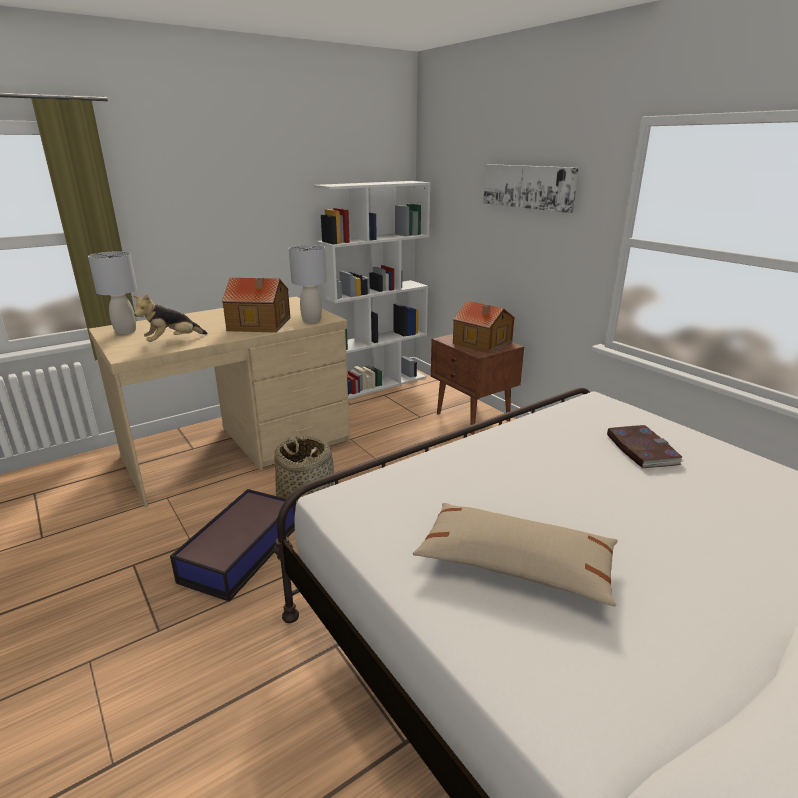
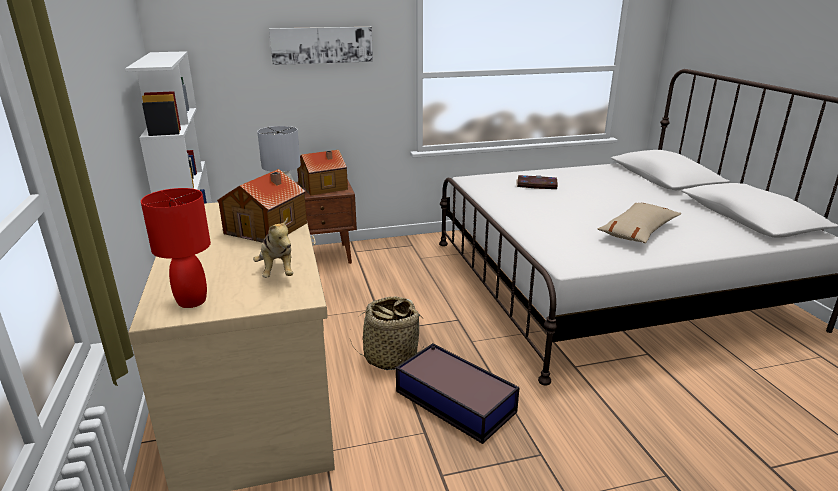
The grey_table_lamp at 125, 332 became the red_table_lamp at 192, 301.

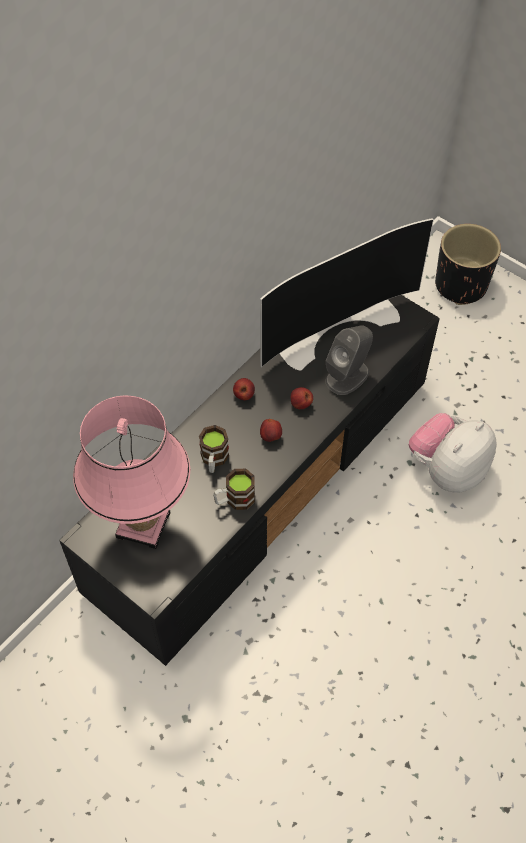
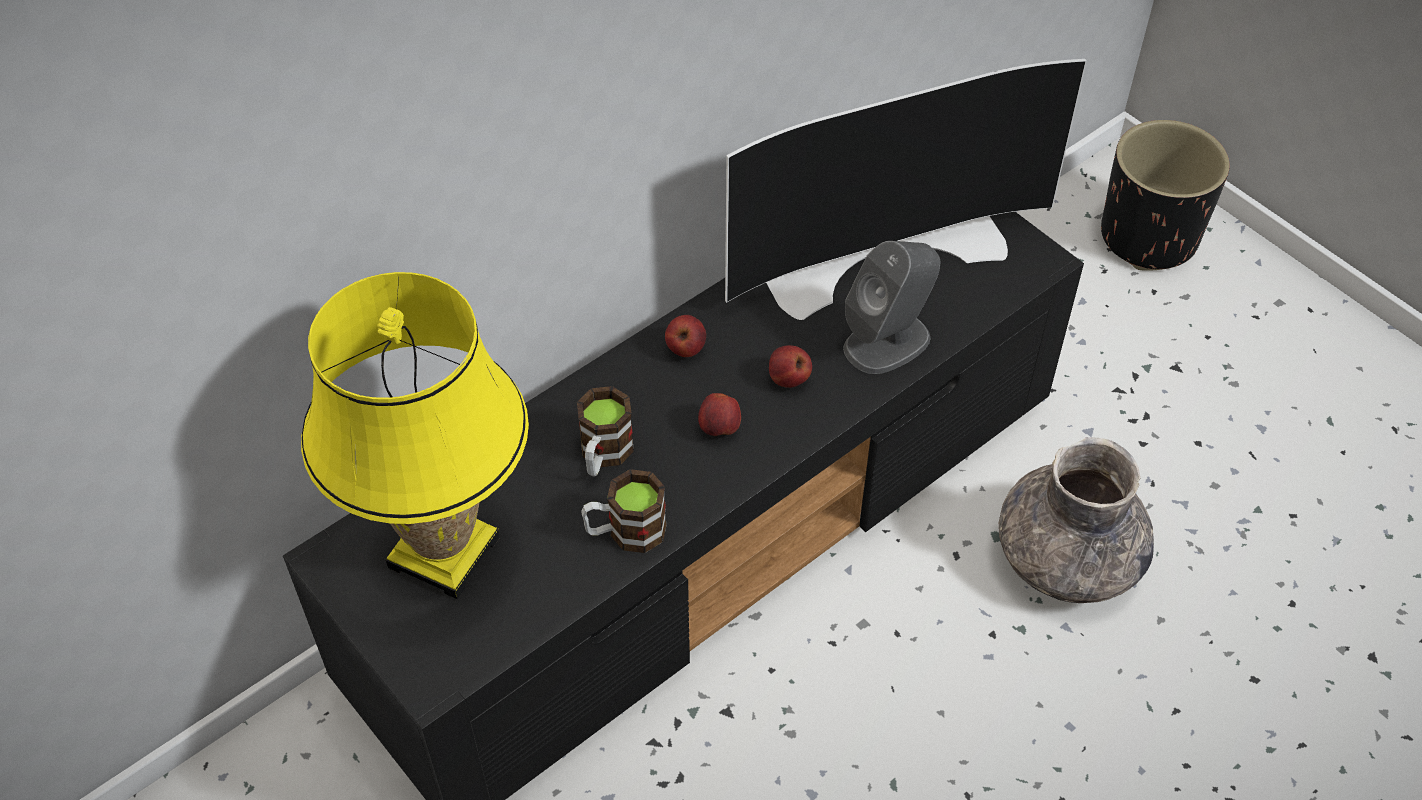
The pink_table_lamp at 143, 524 became the yellow_table_lamp at 444, 551.
The plush_toy at 447, 469 was replaced by the grey_vase at 1066, 559.

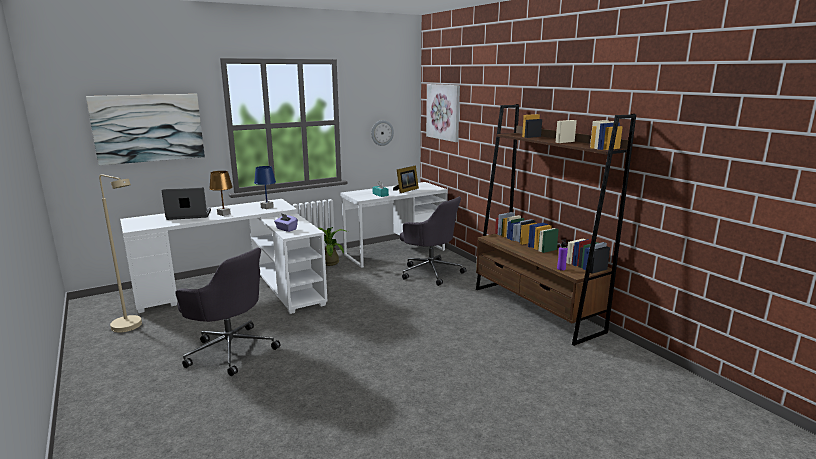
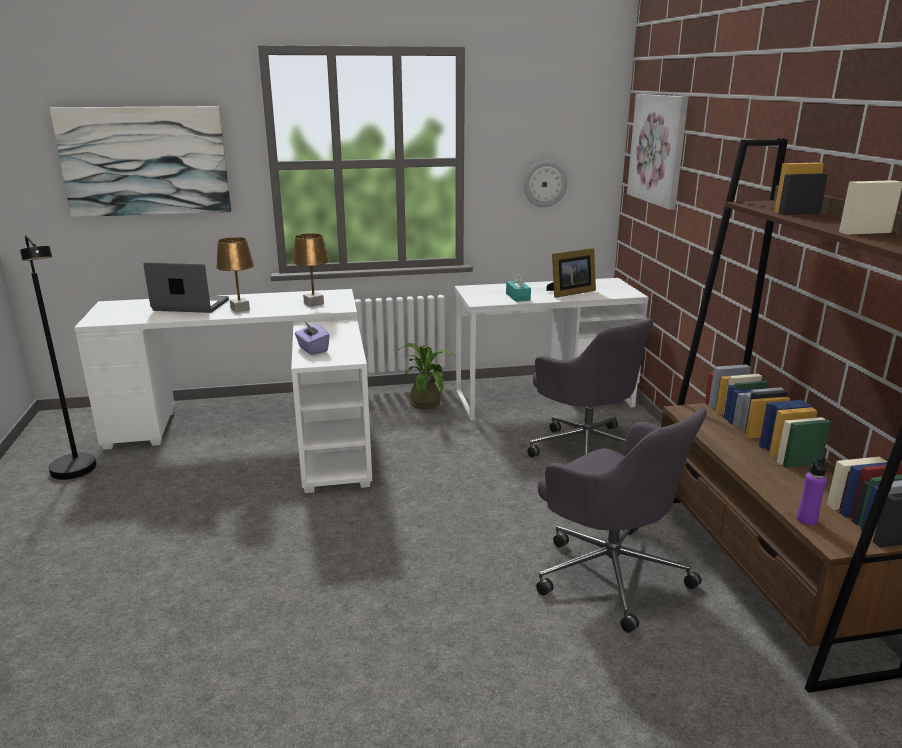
The blue_table_lamp at 267, 207 became the brown_table_lamp at 313, 304.
The beige_floor_lamp at 132, 327 became the black_floor_lamp at 77, 473.
The grey_office_chair moved from 230, 350 to 609, 572.

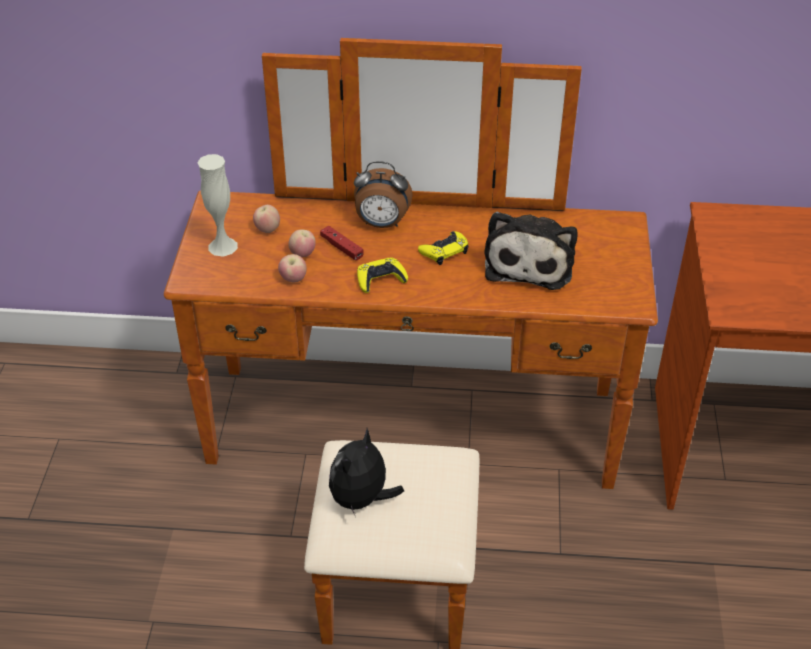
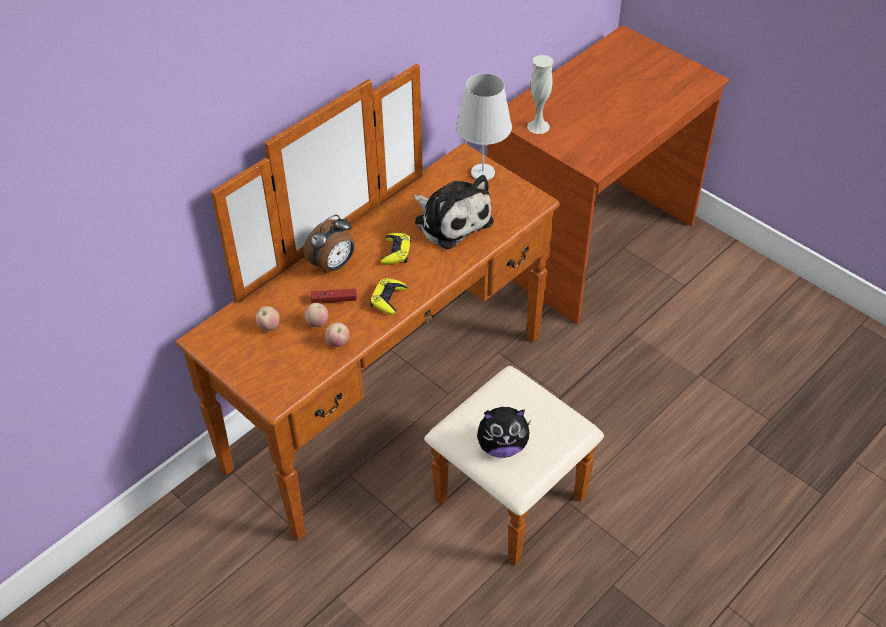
The white_vase moved from 223, 246 to 538, 126.
The plush_toy at 362, 499 turned 75 degrees counterclockwise.
The white_table_lamp at 482, 173 appeared.

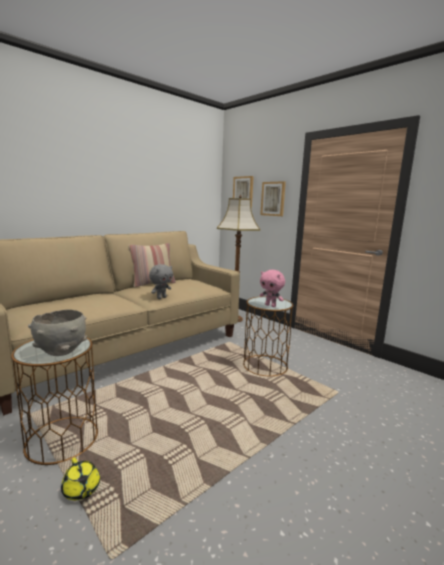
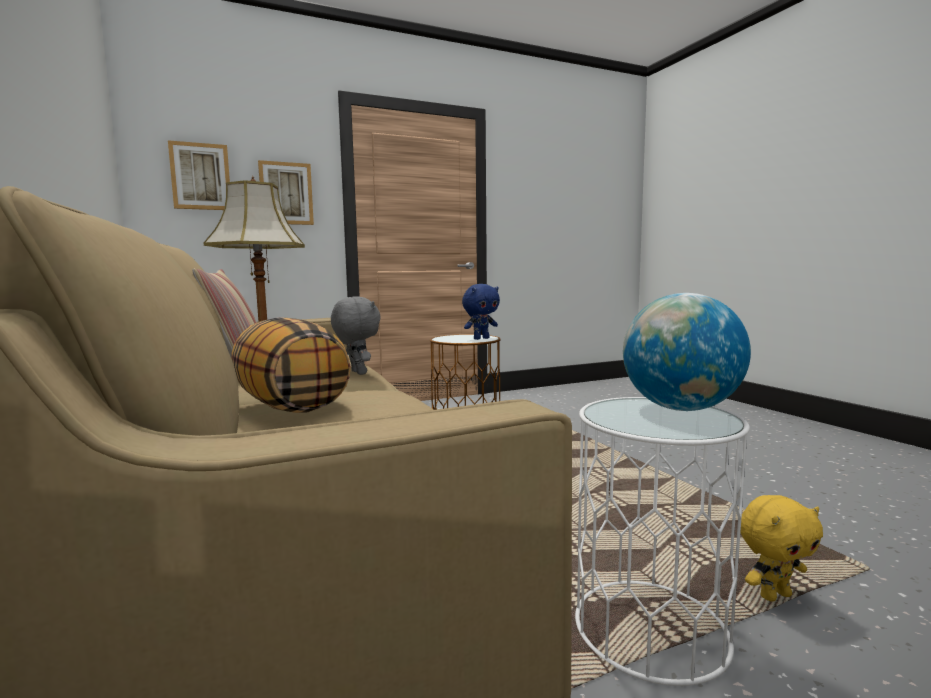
The pink_plush_toy at 271, 306 became the blue_plush_toy at 481, 338.
The grey_bowl at 61, 351 was replaced by the globe at 680, 409.
The brown_side_table at 62, 439 became the white_side_table at 650, 628.
The yellow_teapot at 81, 490 was replaced by the yellow_plush_toy at 774, 596.
The pillow at 290, 406 appeared.

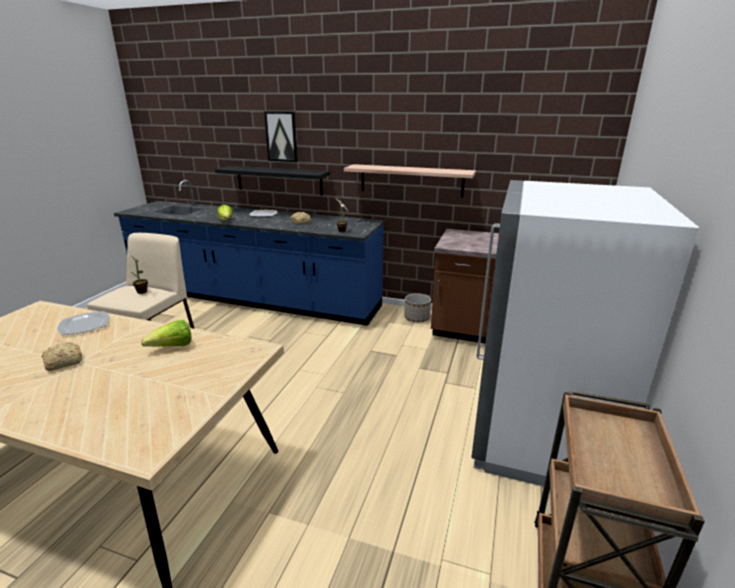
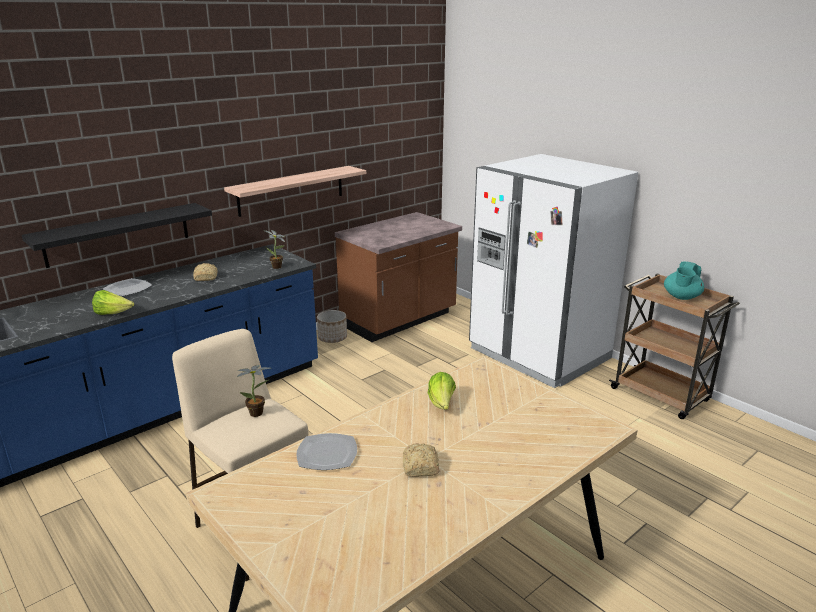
The picture at 281, 136 disappeared.
The turquoise_teapot at 681, 297 appeared.

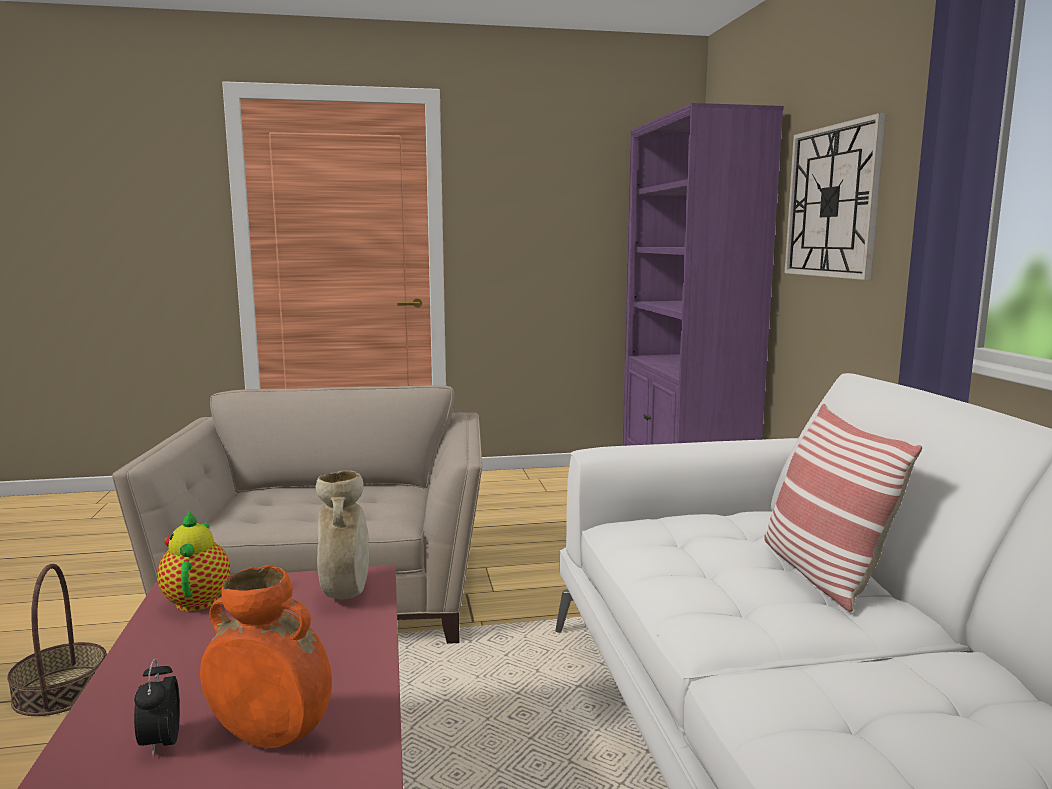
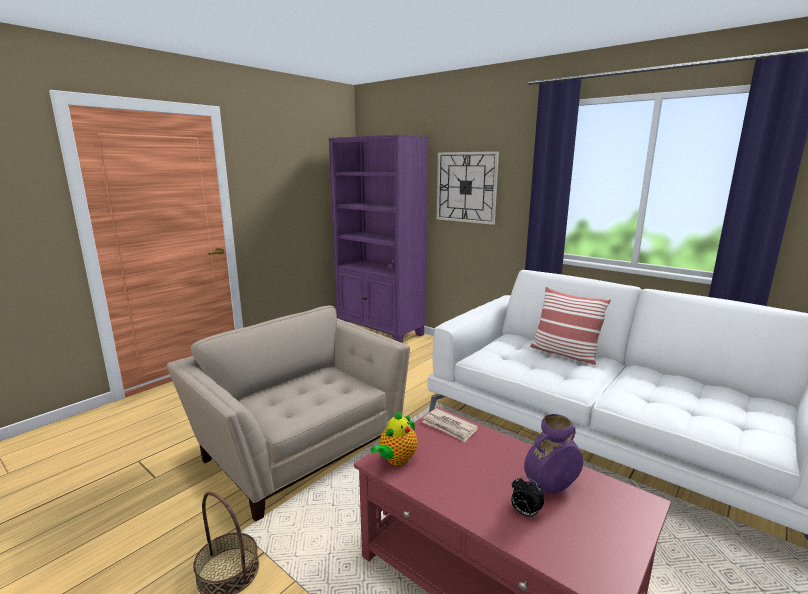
The beige_vase at 346, 594 was replaced by the newspaper at 449, 427.
The teapot at 198, 599 turned 90 degrees counterclockwise.
The orange_vase at 272, 737 became the purple_vase at 550, 488.

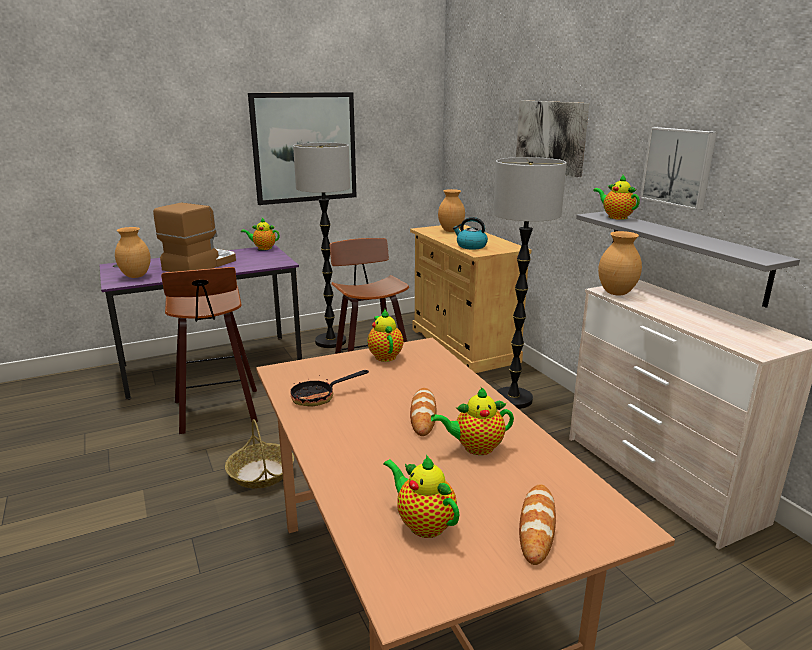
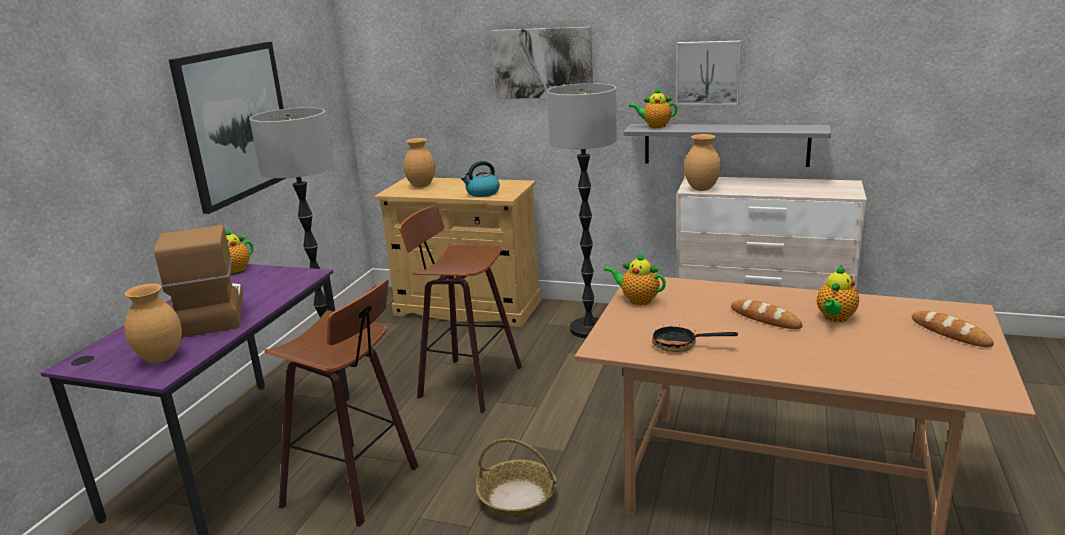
The frying_pan at 319, 397 turned 90 degrees clockwise.
The teapot at 423, 523 disappeared.

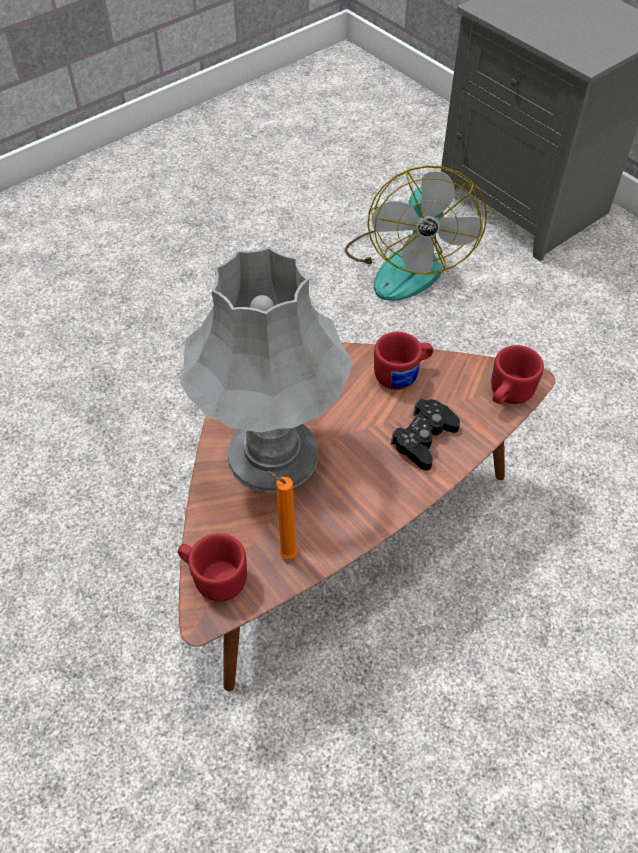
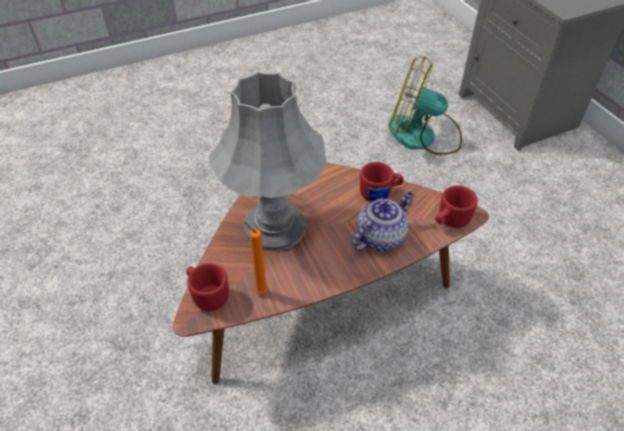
The fan at 406, 263 turned 90 degrees clockwise.
The black_game_controller at 424, 439 was replaced by the teapot at 380, 237.

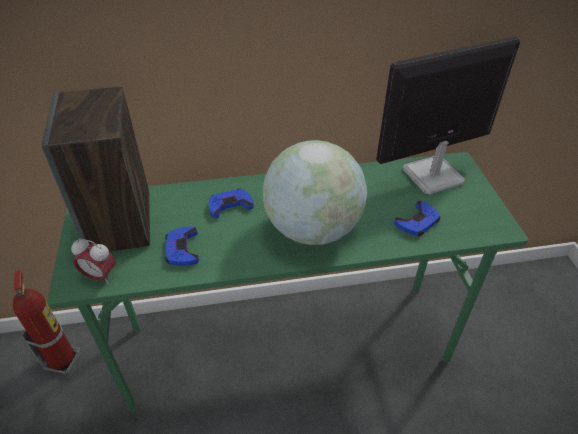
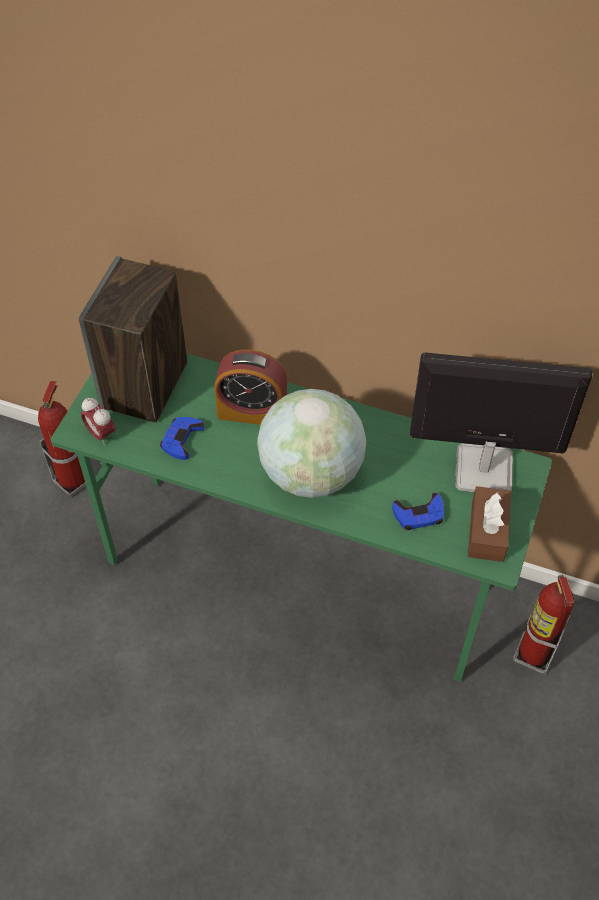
The blue_game_controller at 230, 205 was replaced by the alarm_clock at 252, 412.
The brown_tissue_box at 487, 531 appeared.
The fire_extinguisher at 533, 655 appeared.

